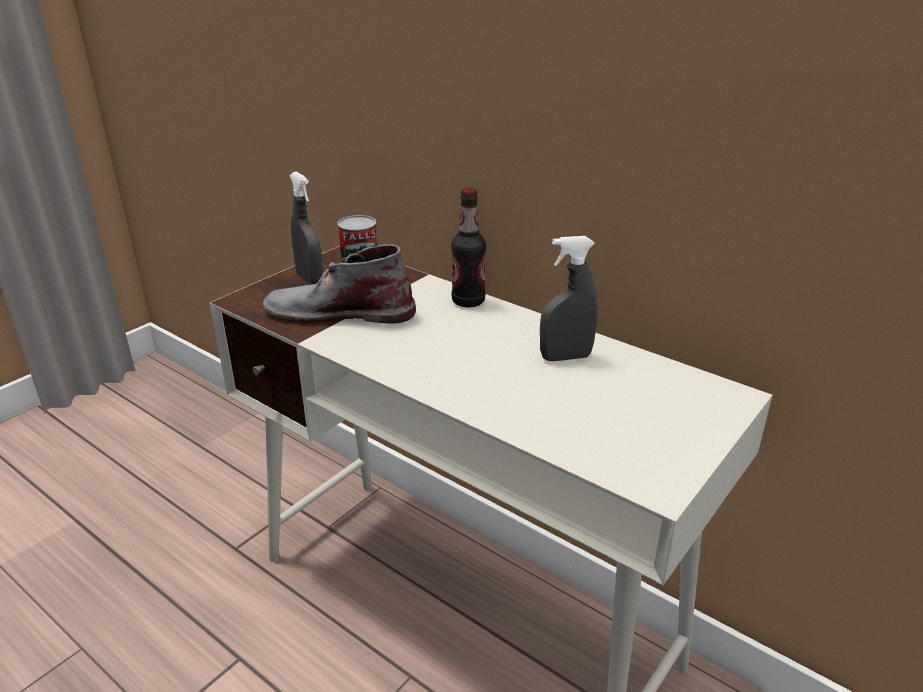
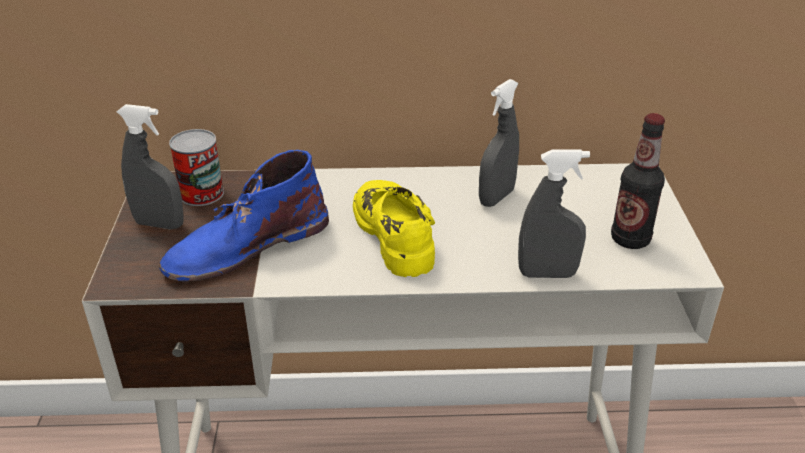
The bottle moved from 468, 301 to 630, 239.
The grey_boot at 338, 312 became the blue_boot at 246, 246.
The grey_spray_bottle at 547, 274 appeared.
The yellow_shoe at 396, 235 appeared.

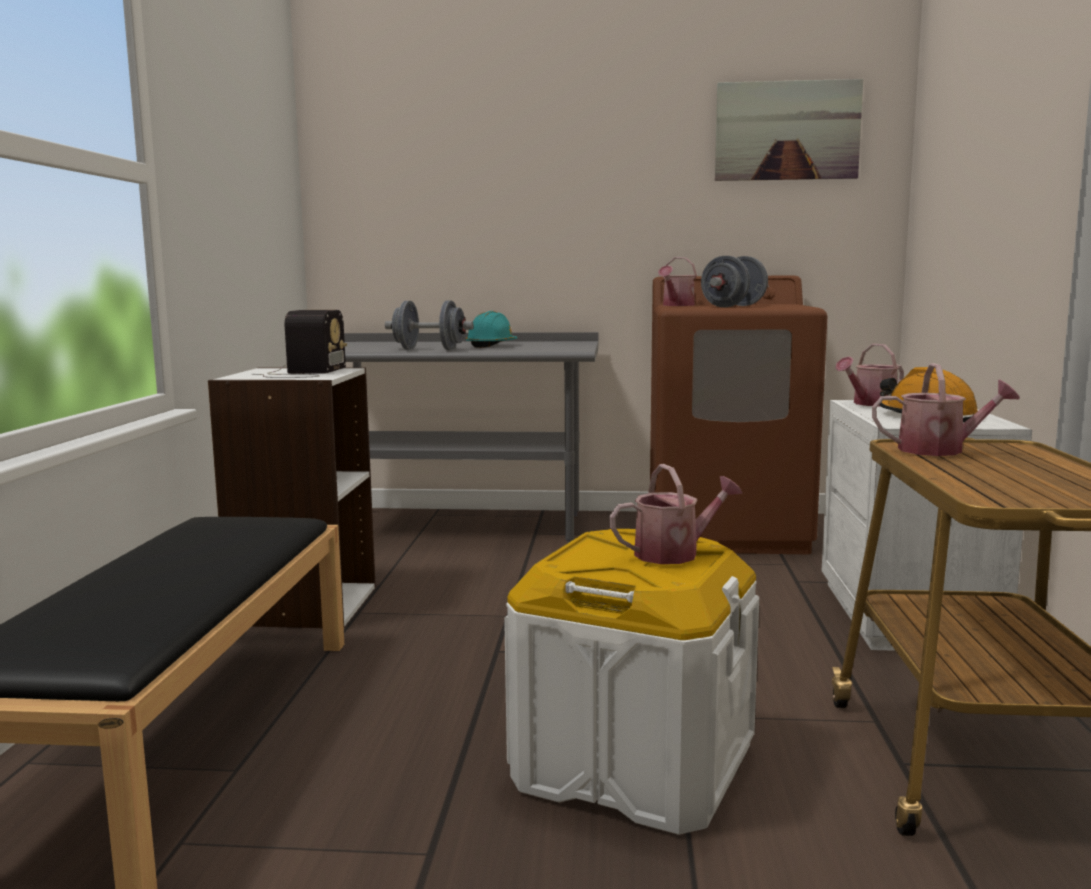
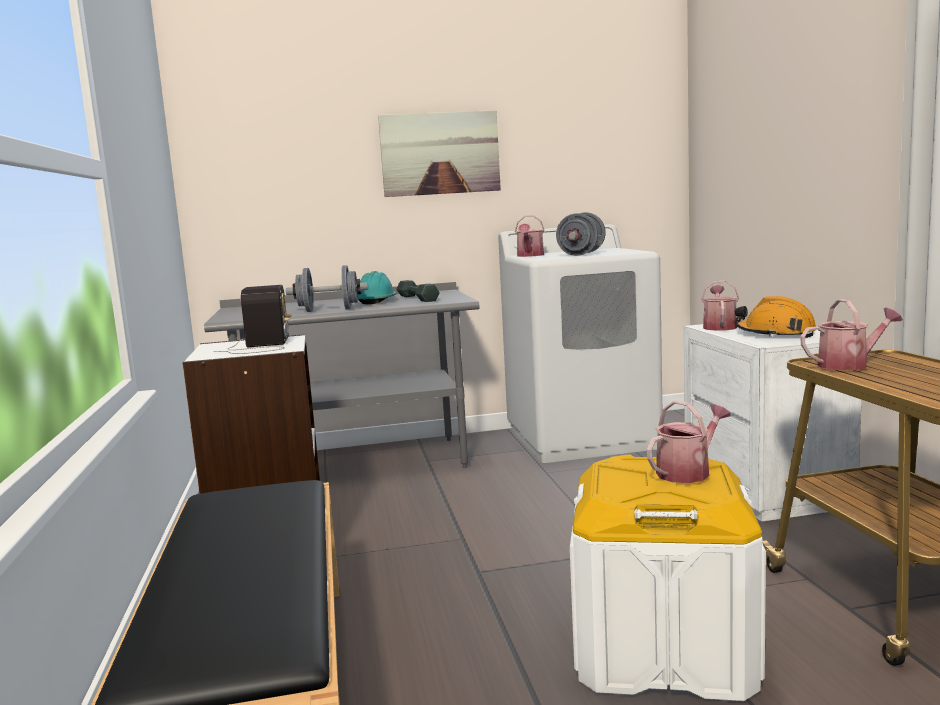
The picture moved from 787, 131 to 440, 153.
The brown_washing_machine at 727, 531 became the white_washing_machine at 582, 438.
The watering_can at 870, 404 turned 150 degrees clockwise.
The grey_dumbbell at 417, 298 appeared.

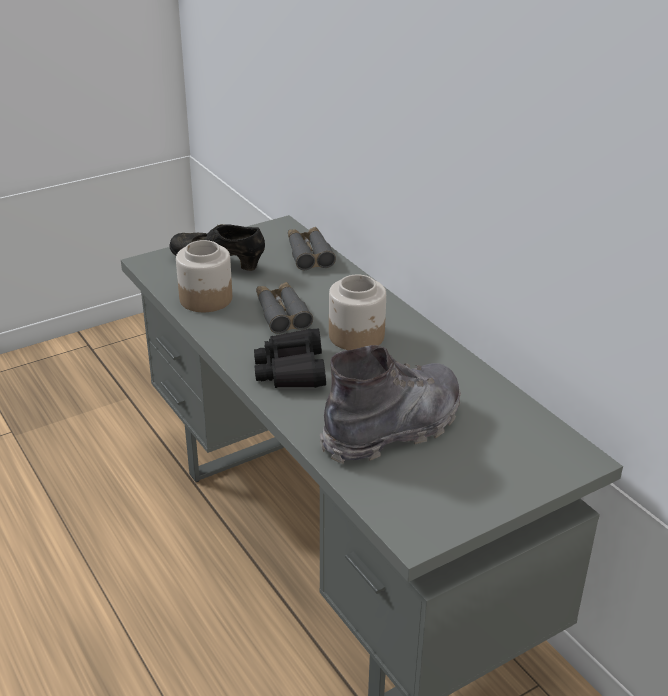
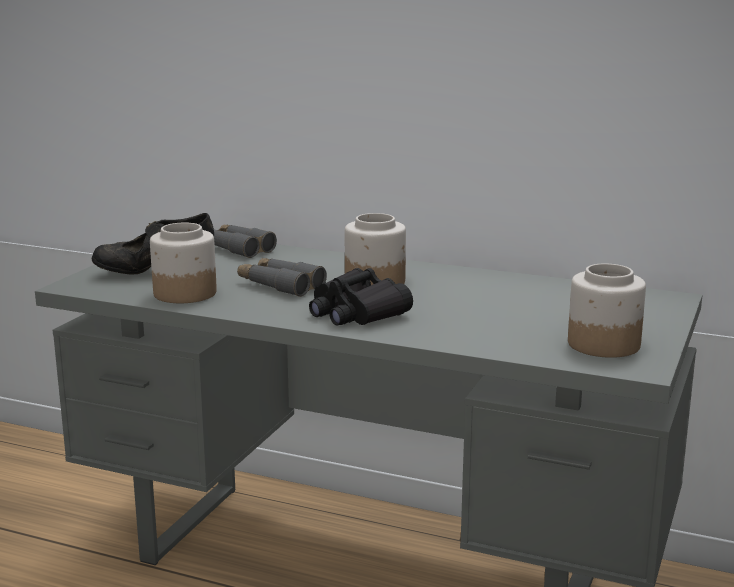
The grey_boot at 393, 429 disappeared.
The jar at 603, 345 appeared.

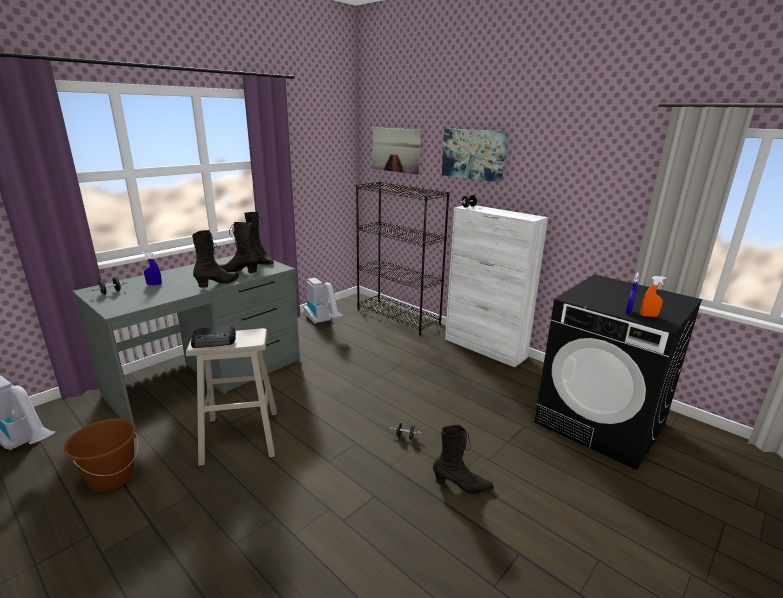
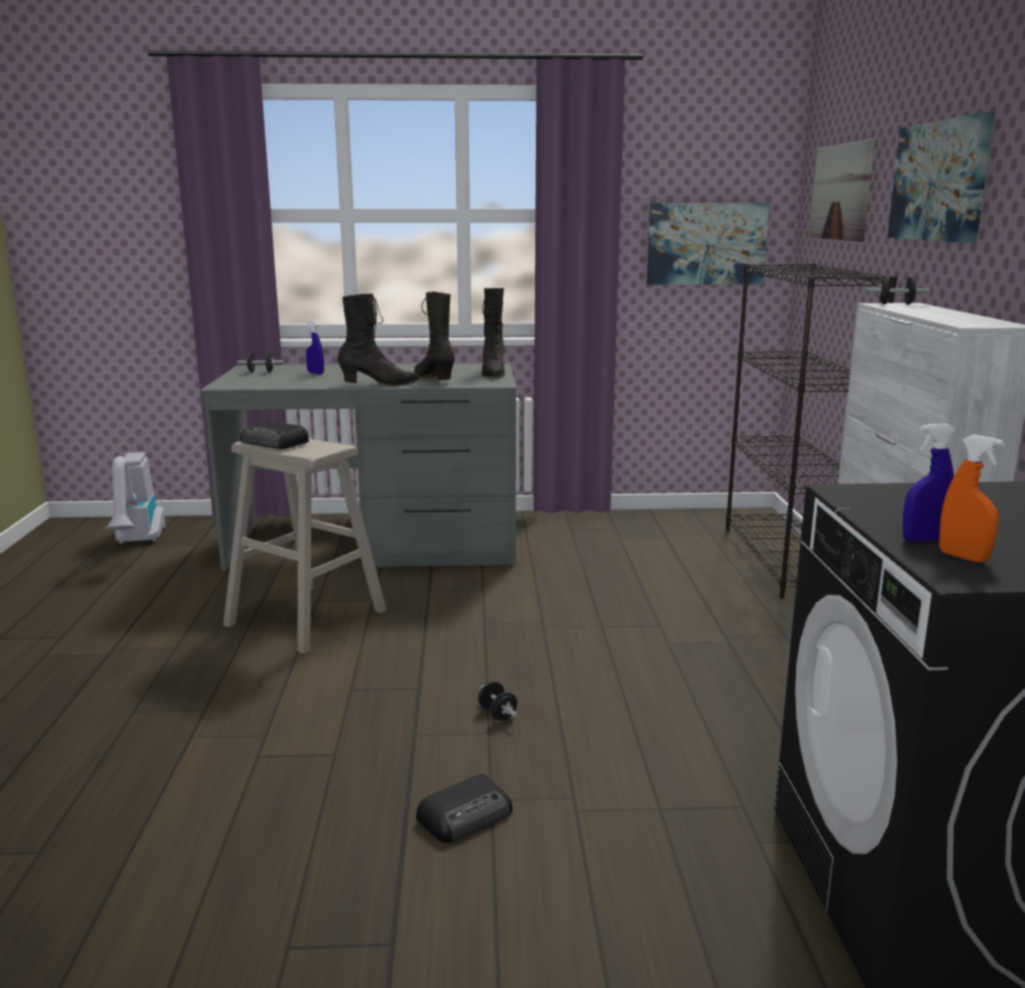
The vacuum_cleaner at 322, 322 disappeared.
The brown_bucket at 111, 478 disappeared.
The black_boot at 462, 486 was replaced by the radio at 466, 815.
The picture at 706, 244 appeared.

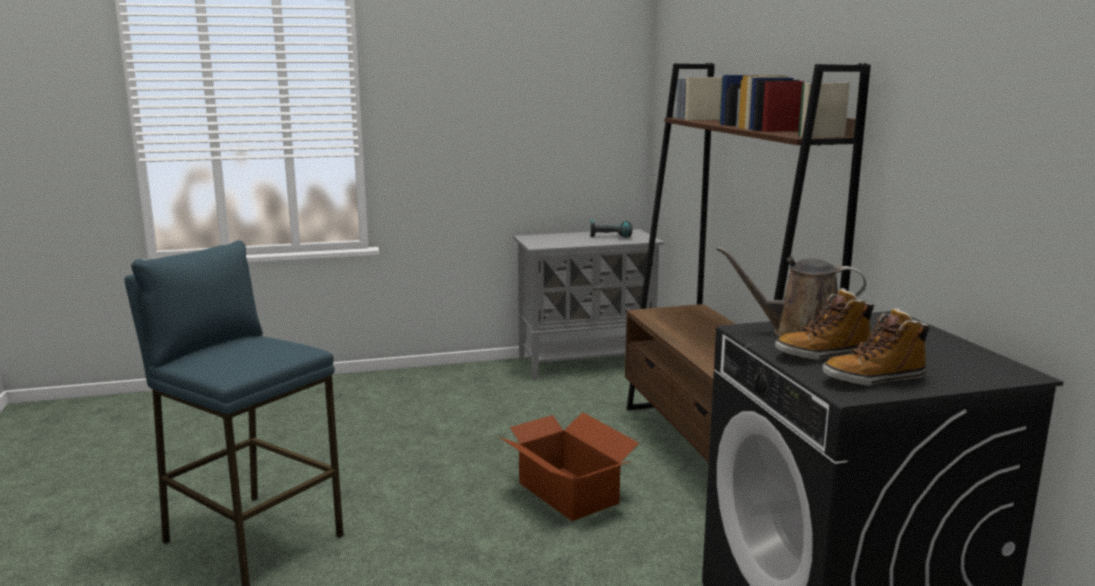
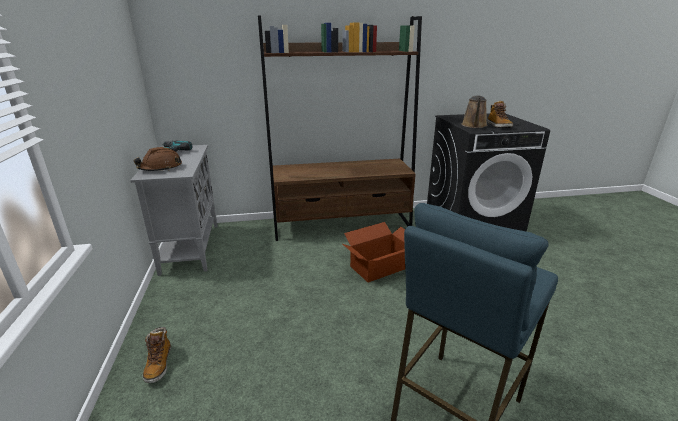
The boot moved from 873, 379 to 159, 364.
The brown_hard_hat at 160, 168 appeared.

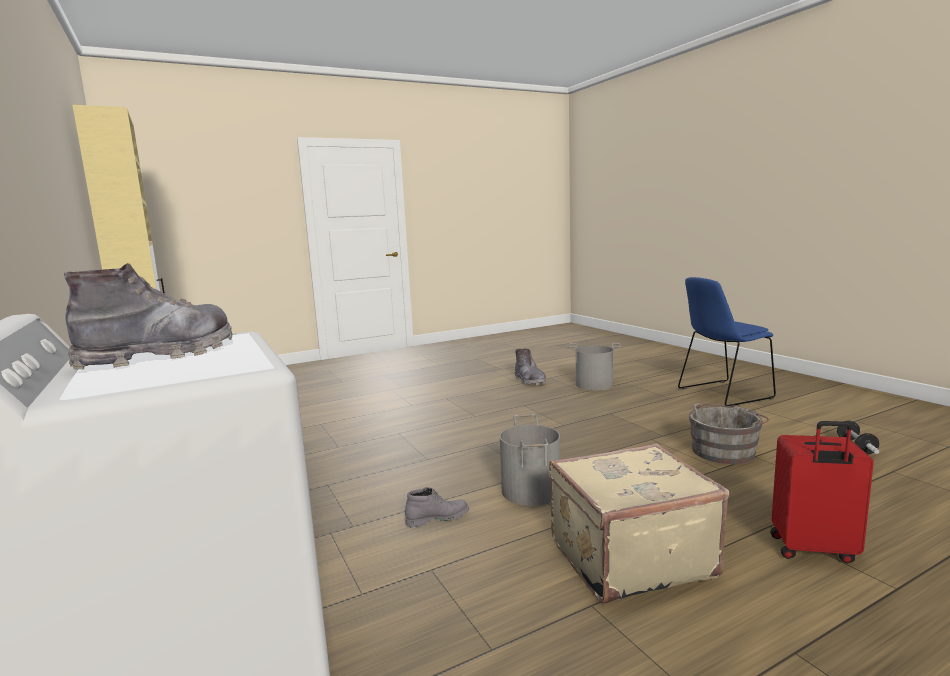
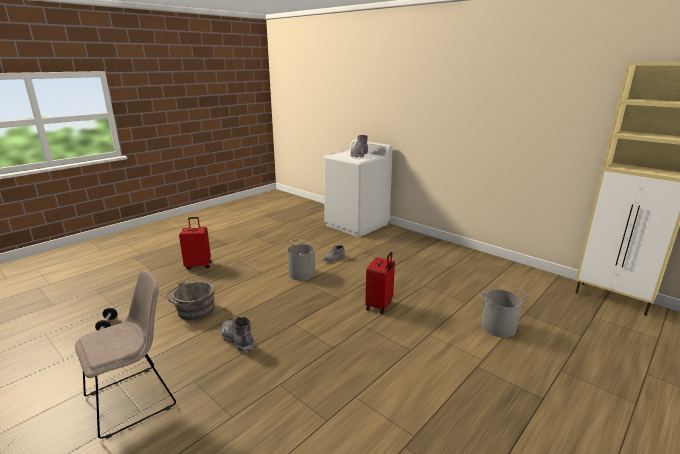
The blue_chair at 722, 394 became the beige_chair at 134, 398.
The grey_bucket moved from 594, 385 to 498, 326.
The grey_boot moved from 529, 381 to 237, 340.
The beige_suitcase at 628, 556 disappeared.
The red_suitcase at 380, 305 appeared.

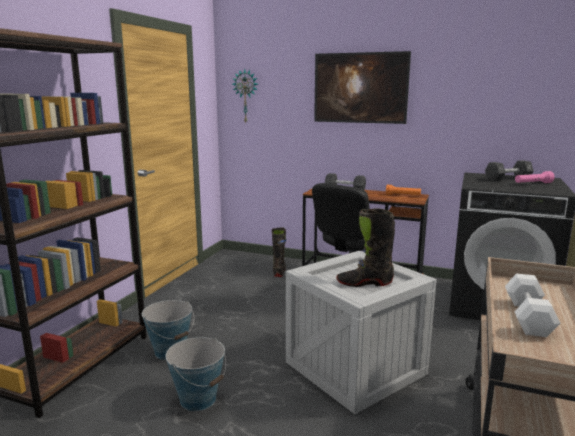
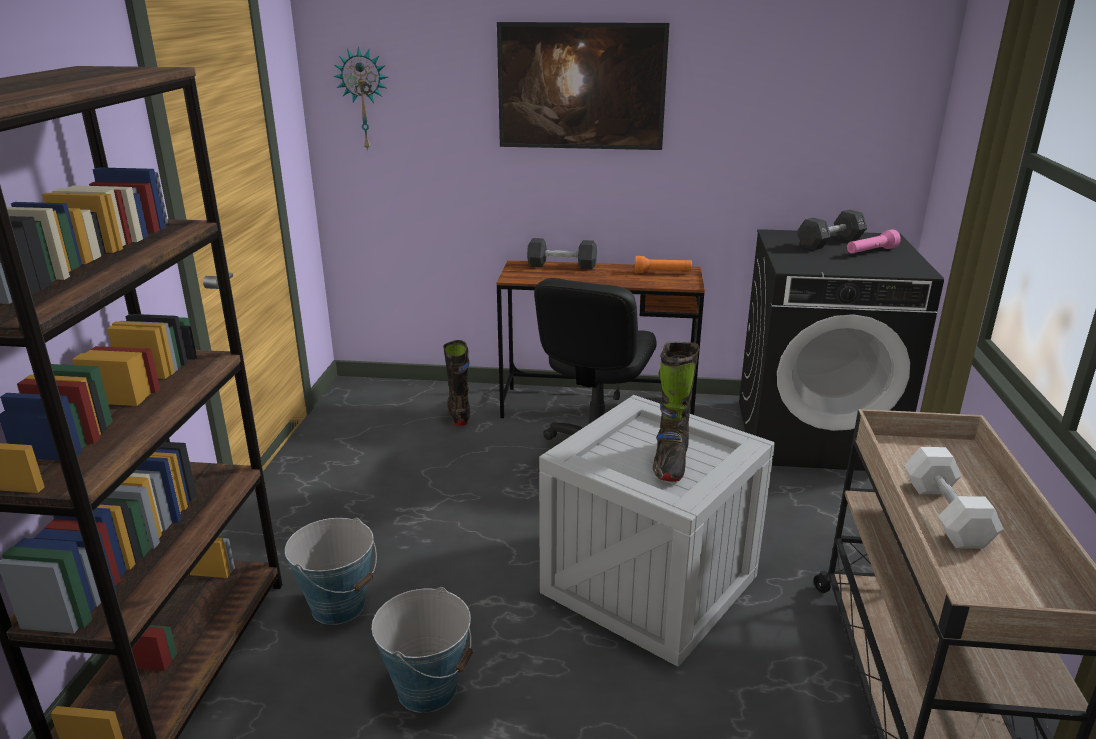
The black_boot at 364, 283 turned 60 degrees counterclockwise.

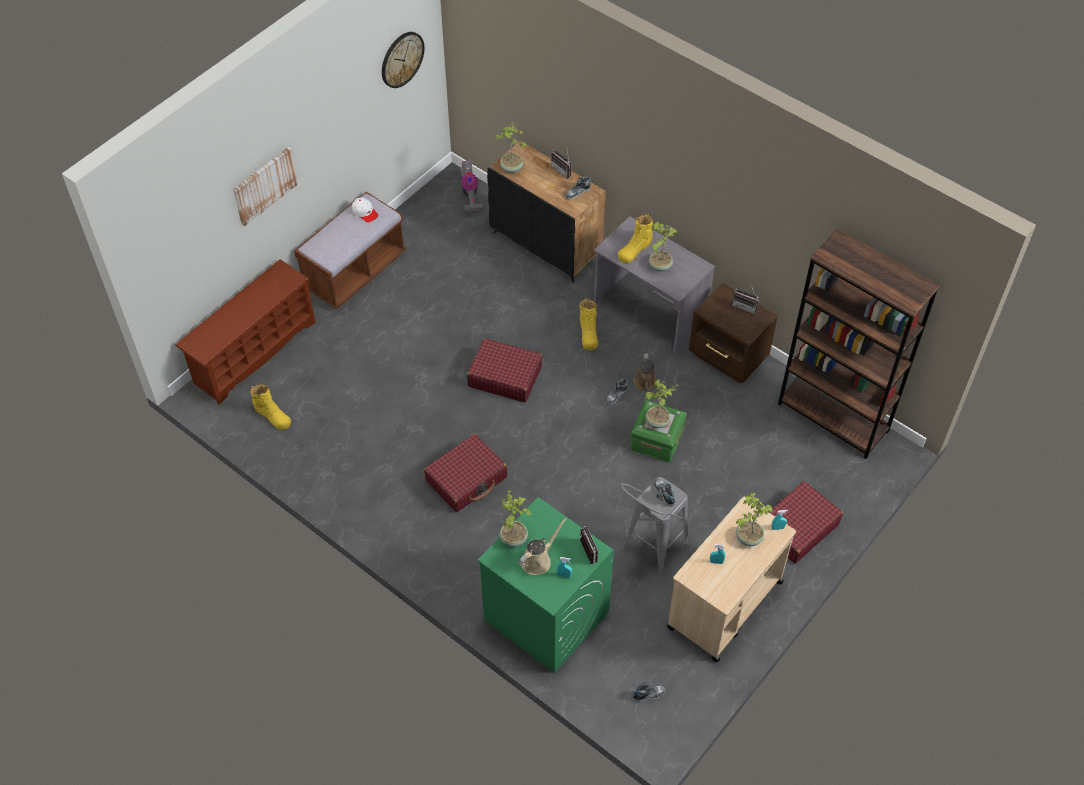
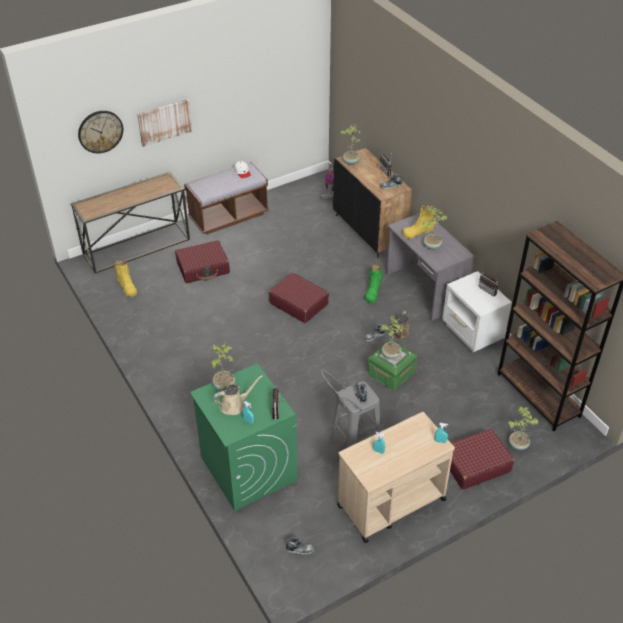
The wall_clock moved from 402, 59 to 100, 131.
The brown_shoe_rack at 254, 351 was replaced by the console_table at 136, 246.
The brown_nightstand at 728, 357 became the white_nightstand at 472, 333.
The yellow_boot at 588, 333 became the green_boot at 373, 292.
The red_suitcase moved from 466, 479 to 203, 268.
The potted_plant moved from 748, 537 to 517, 444.

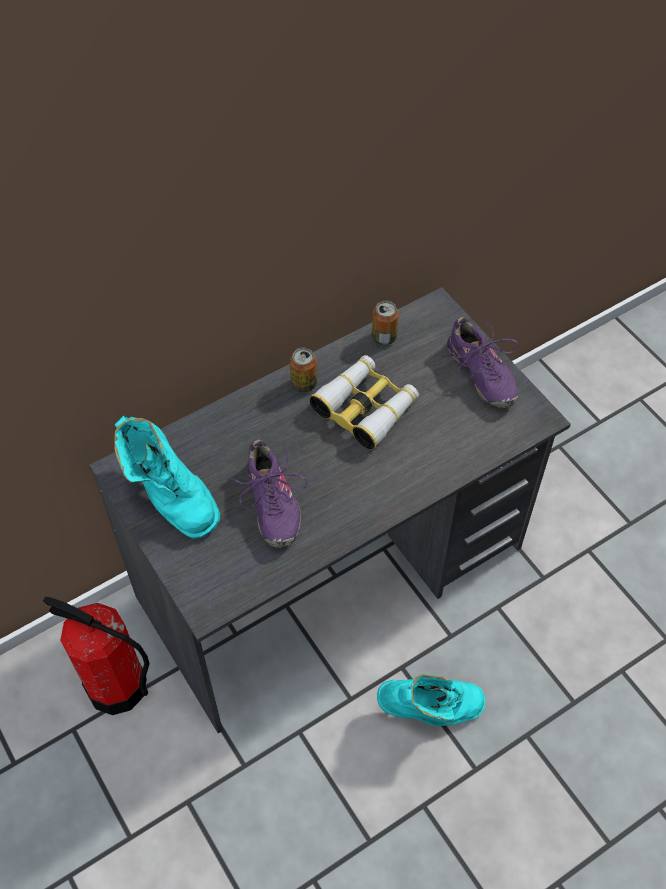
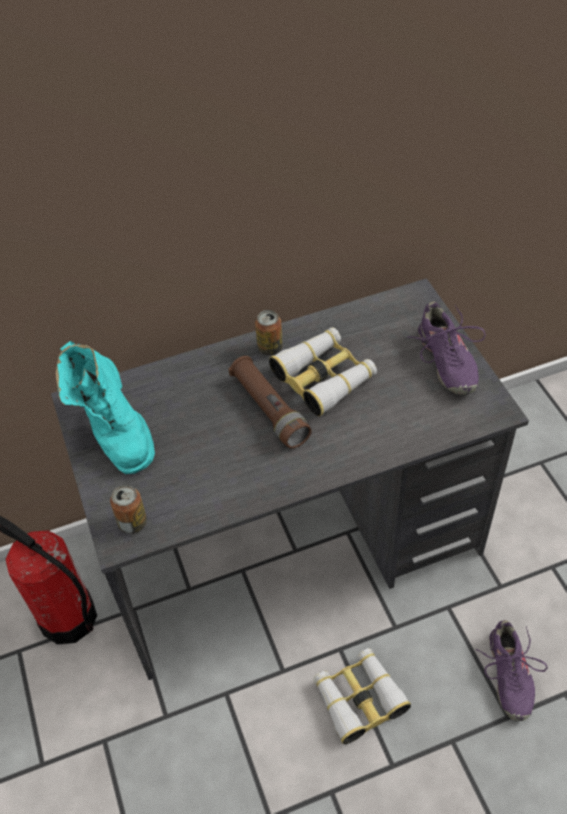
The can moved from 384, 337 to 133, 523.
The purple_shoe moved from 271, 504 to 508, 675.
The turquoise_boot at 430, 711 was replaced by the binoculars at 359, 698.
The brown_flashlight at 269, 410 appeared.

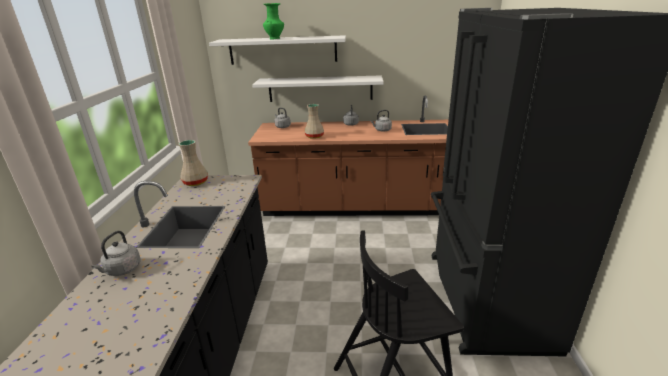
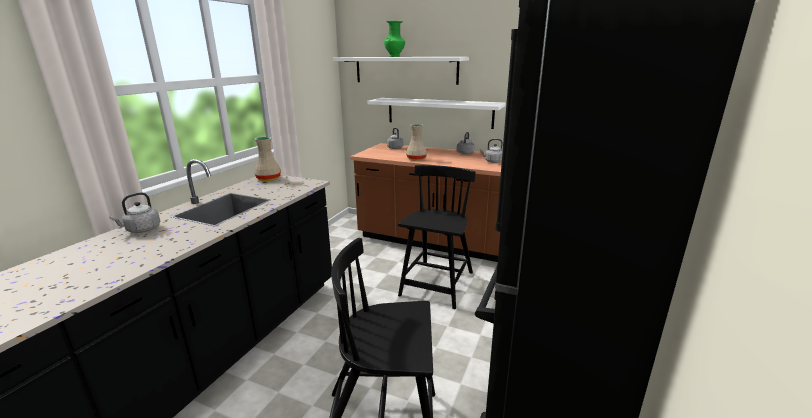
The black_chair at 437, 285 appeared.

